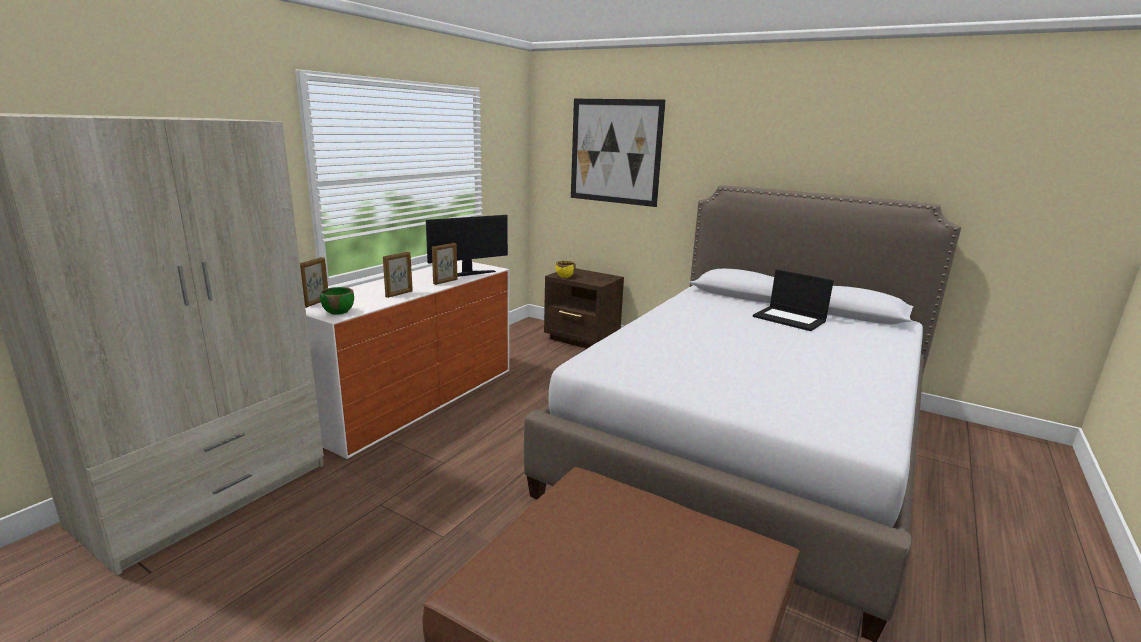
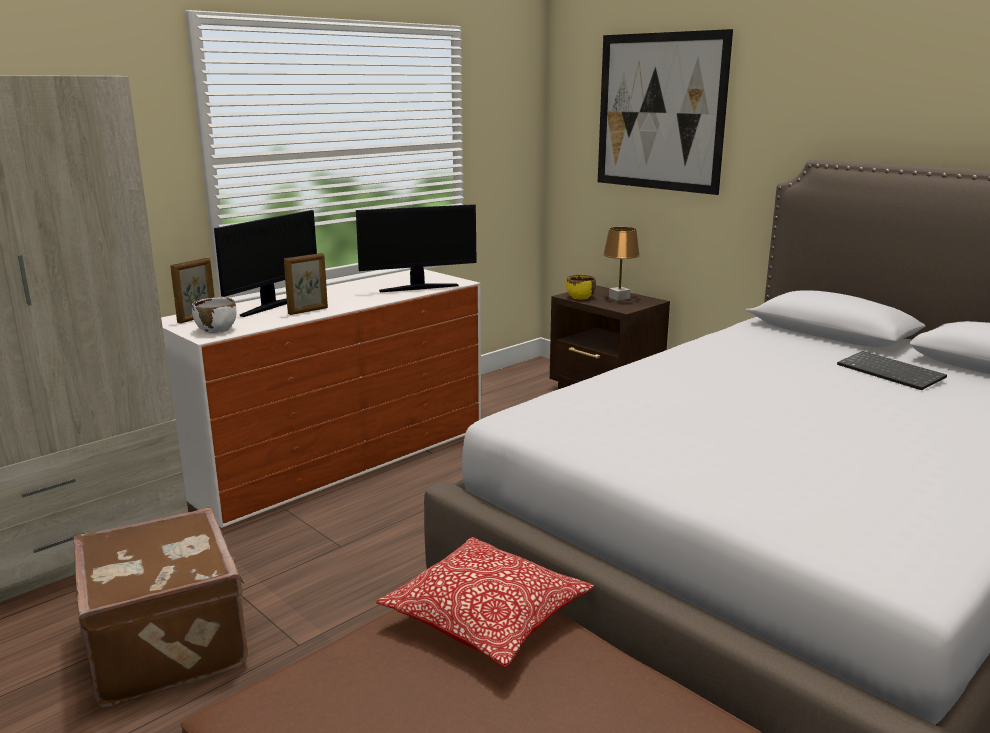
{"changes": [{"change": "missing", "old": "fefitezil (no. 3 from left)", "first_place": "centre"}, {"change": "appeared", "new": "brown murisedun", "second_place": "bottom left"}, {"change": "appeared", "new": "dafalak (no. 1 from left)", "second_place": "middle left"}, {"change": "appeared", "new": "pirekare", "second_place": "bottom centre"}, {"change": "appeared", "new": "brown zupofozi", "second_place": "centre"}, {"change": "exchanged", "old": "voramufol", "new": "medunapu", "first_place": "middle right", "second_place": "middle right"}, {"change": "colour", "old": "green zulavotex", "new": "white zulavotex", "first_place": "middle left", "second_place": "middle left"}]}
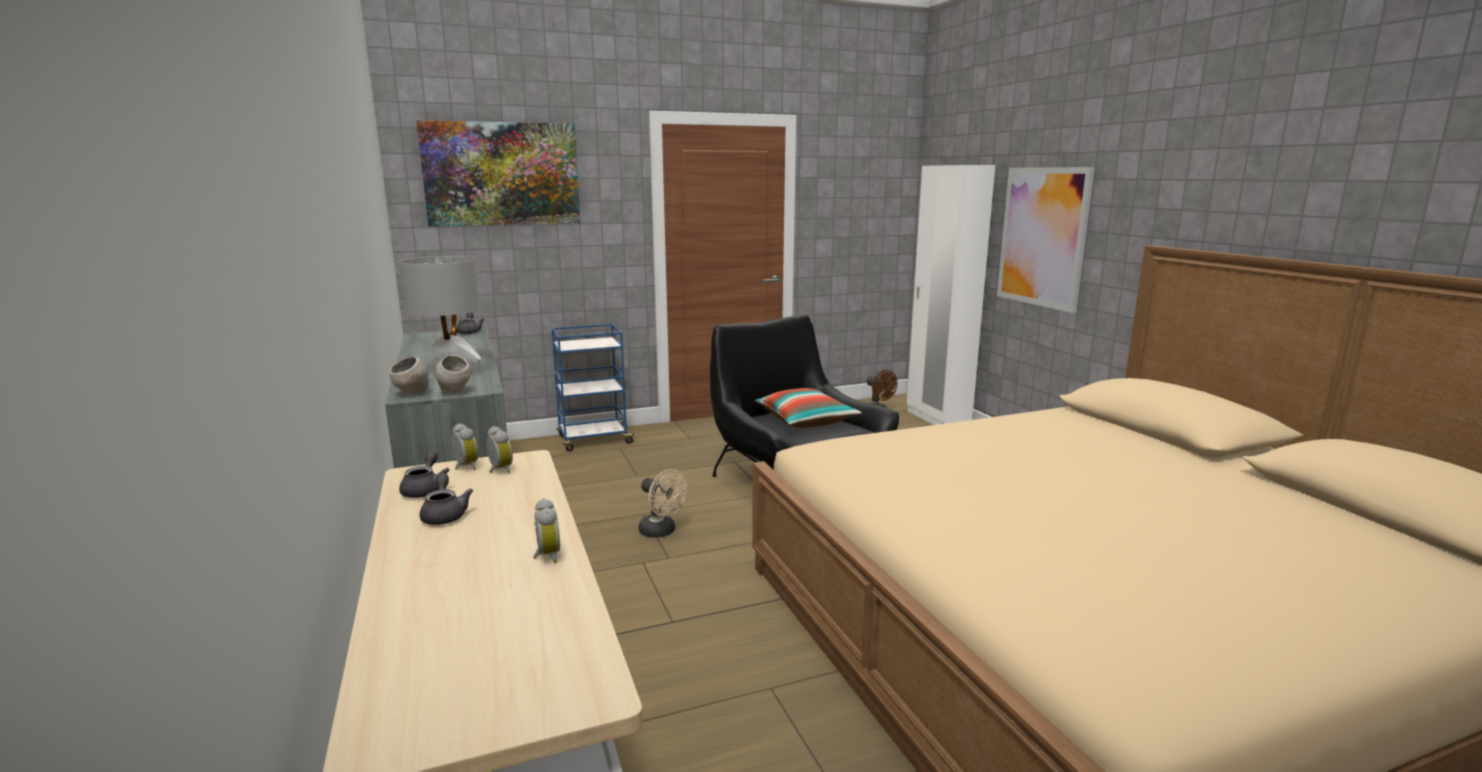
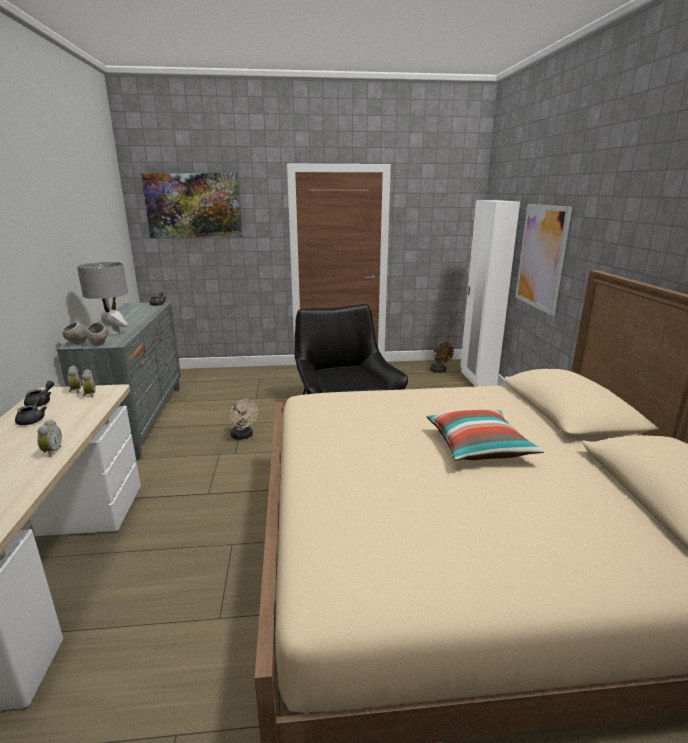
{"changes": [{"change": "missing", "old": "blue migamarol", "first_place": "centre"}, {"change": "relocated", "old": "pirekare", "first_place": "centre", "second_place": "middle right"}]}
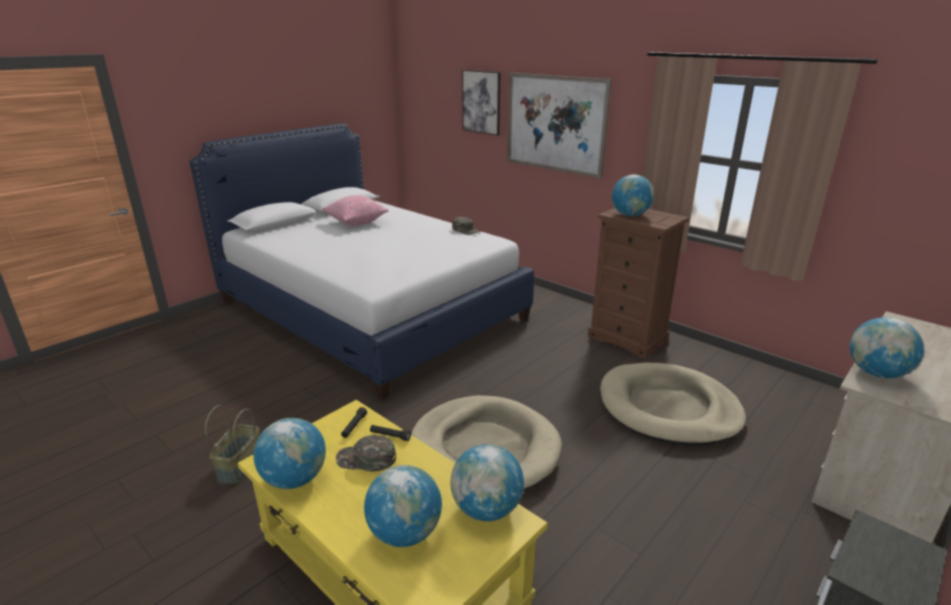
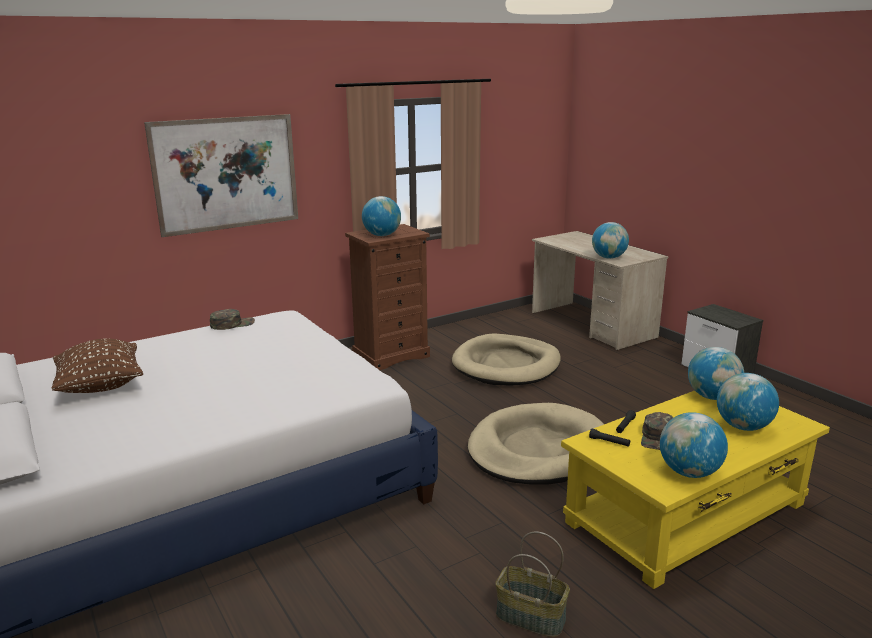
{"changes": [{"change": "missing", "old": "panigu (no. 1 from left)", "first_place": "top centre"}, {"change": "colour", "old": "pink pirekare", "new": "brown pirekare", "first_place": "centre", "second_place": "middle left"}]}
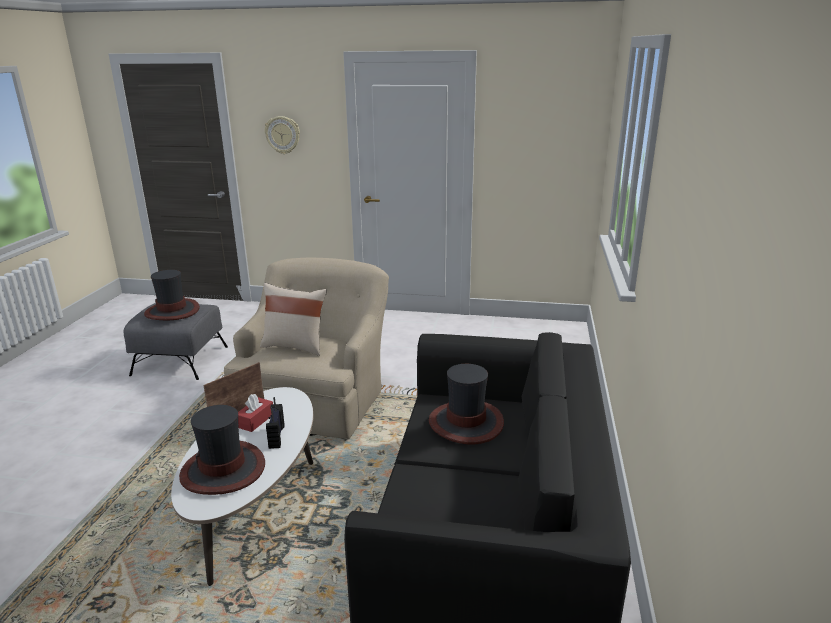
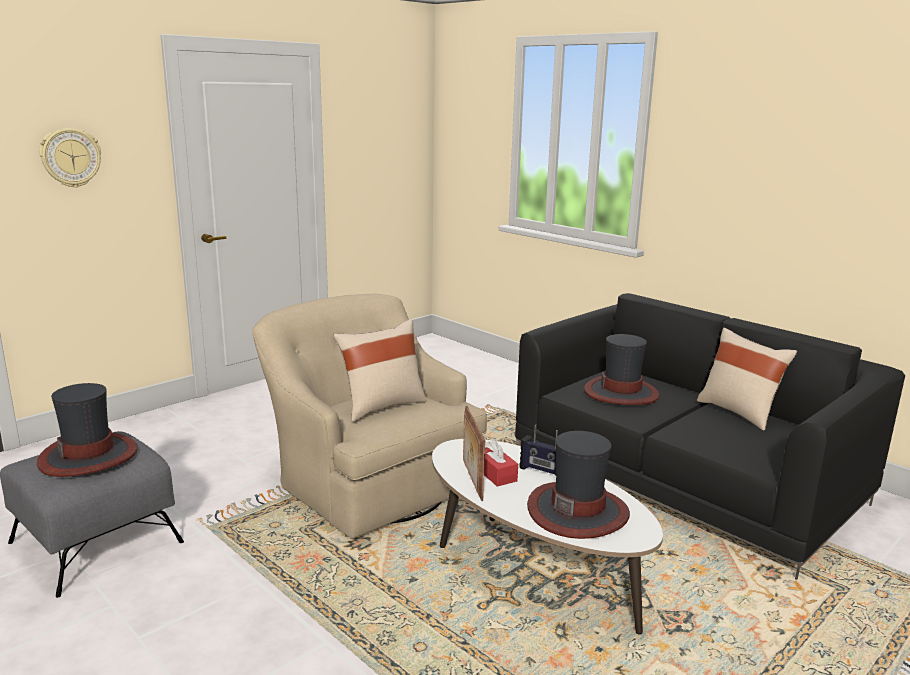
{"changes": [{"change": "appeared", "new": "beige pirekare (no. 2 from left)", "second_place": "middle right"}]}
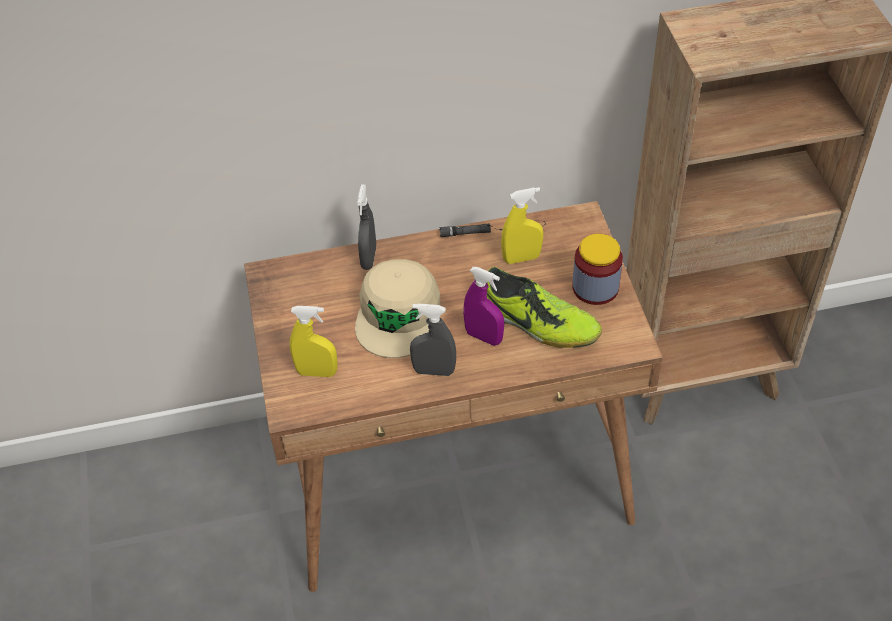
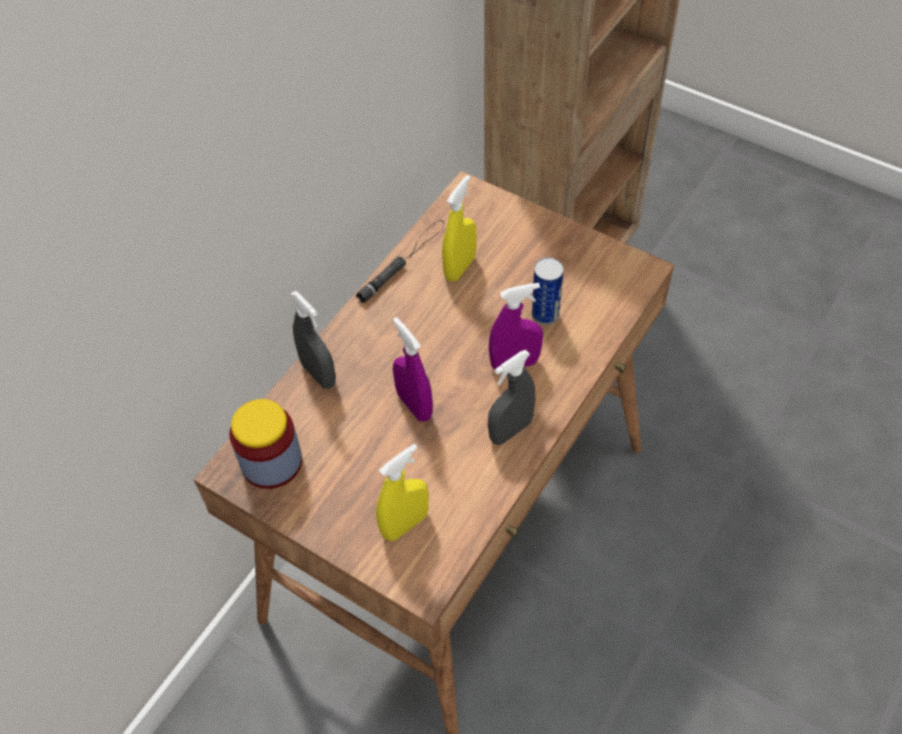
{"changes": [{"change": "relocated", "old": "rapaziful", "first_place": "middle right", "second_place": "middle left"}, {"change": "exchanged", "old": "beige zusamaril", "new": "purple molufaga (no. 1 from left)", "first_place": "centre", "second_place": "centre"}, {"change": "exchanged", "old": "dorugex", "new": "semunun", "first_place": "centre", "second_place": "centre"}]}
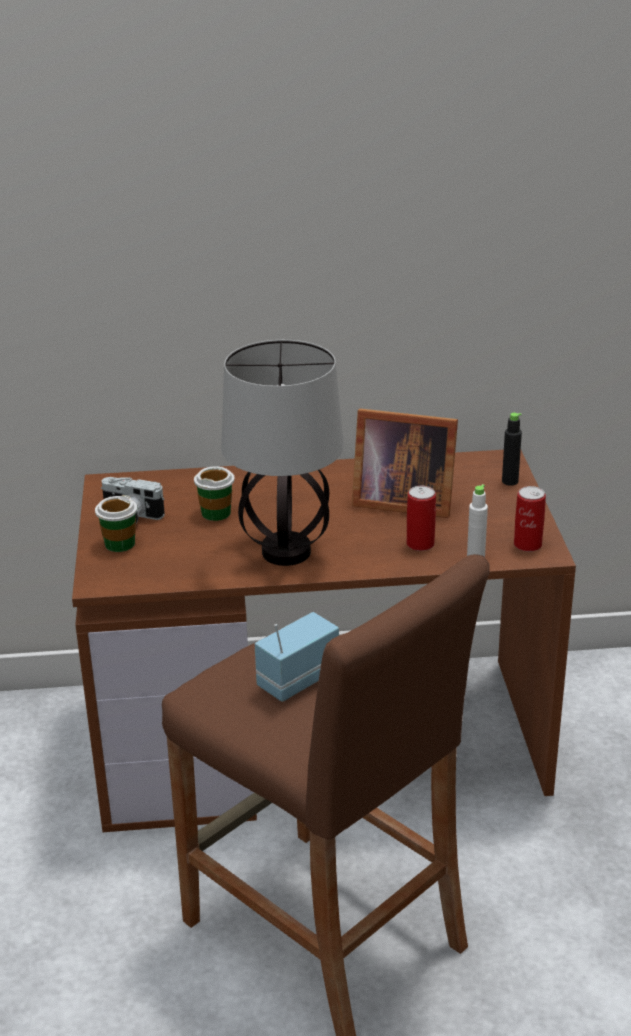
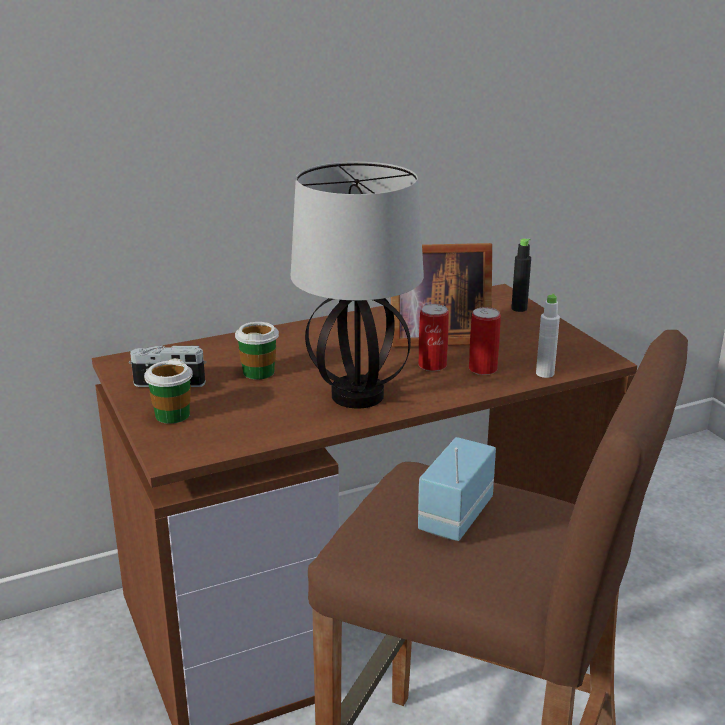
{"changes": [{"change": "relocated", "old": "semunun (no. 2 from left in the first image)", "new": "semunun (no. 1 from left)", "first_place": "middle right", "second_place": "centre"}]}
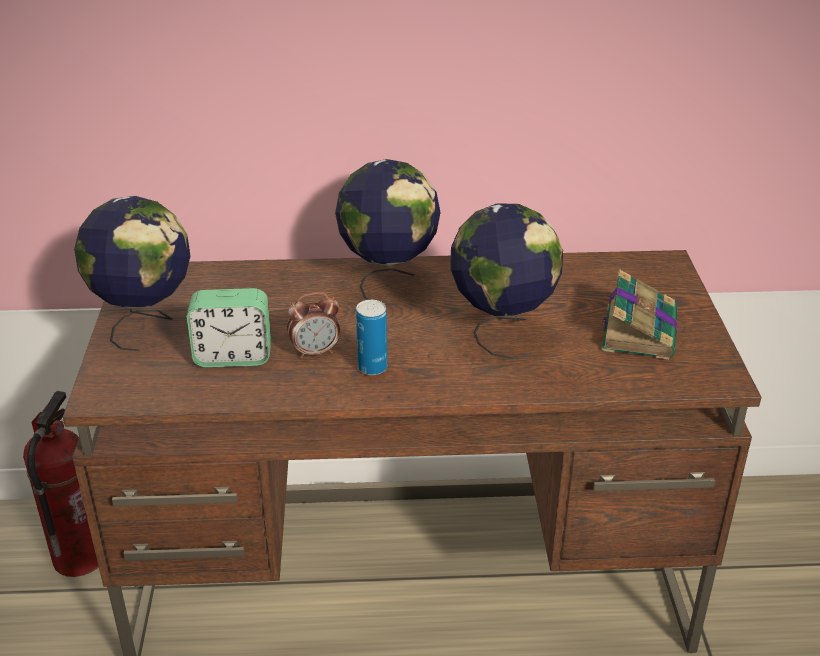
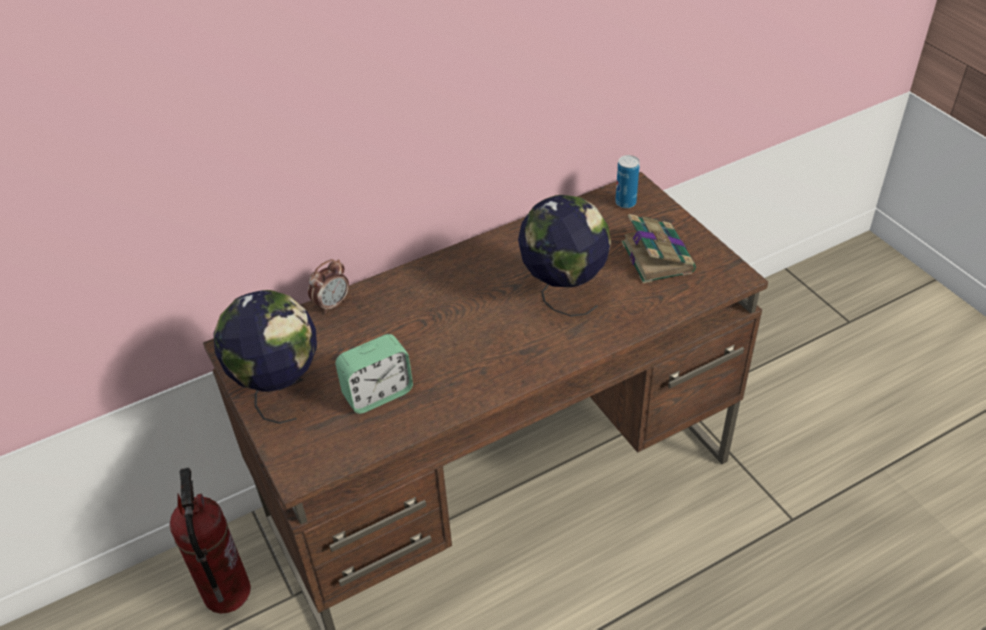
{"changes": [{"change": "missing", "old": "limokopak (no. 2 from left)", "first_place": "centre"}, {"change": "relocated", "old": "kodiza (no. 2 from left in the first image)", "new": "kodiza (no. 1 from left)", "first_place": "centre", "second_place": "middle left"}, {"change": "relocated", "old": "semunun", "first_place": "centre", "second_place": "top centre"}]}
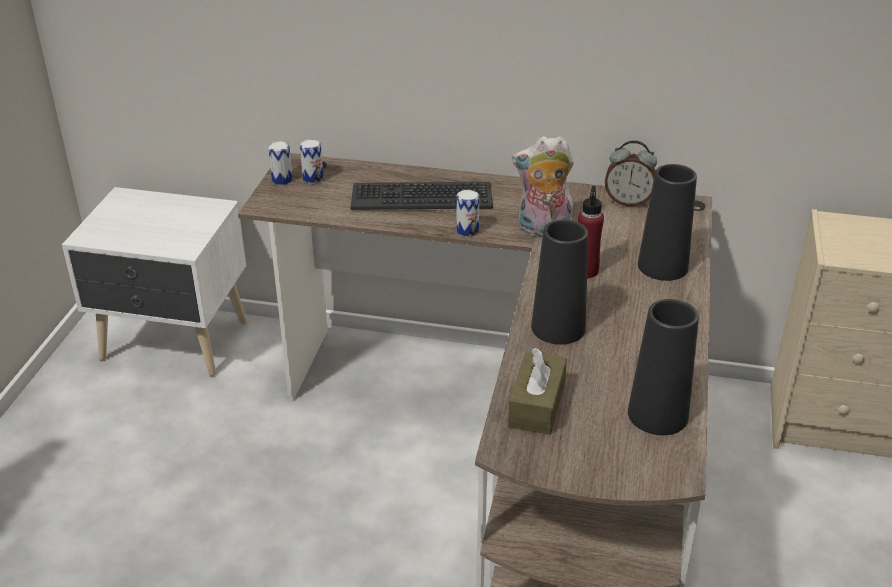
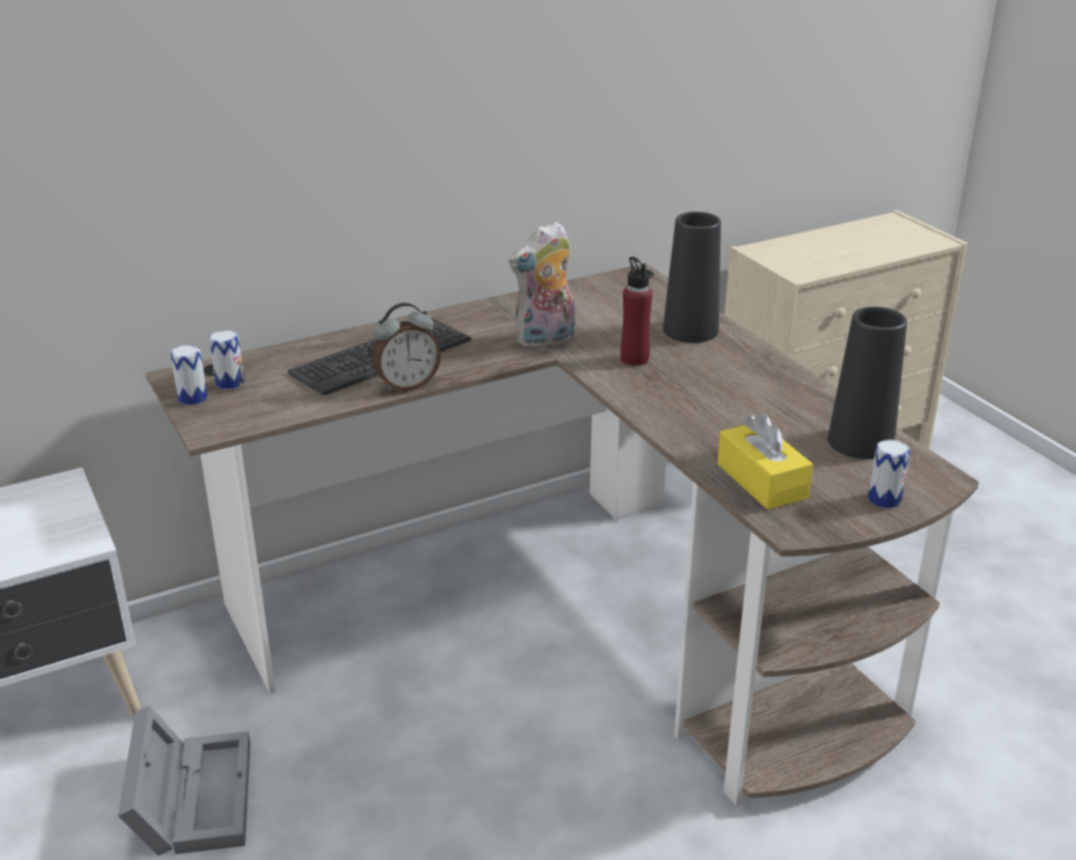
{"changes": [{"change": "missing", "old": "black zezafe (no. 1 from left)", "first_place": "centre"}, {"change": "appeared", "new": "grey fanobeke", "second_place": "bottom left"}, {"change": "relocated", "old": "semunun (no. 3 from left)", "first_place": "centre", "second_place": "middle right"}, {"change": "relocated", "old": "kodiza", "first_place": "top right", "second_place": "centre"}, {"change": "colour", "old": "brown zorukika", "new": "yellow zorukika", "first_place": "centre", "second_place": "middle right"}]}
